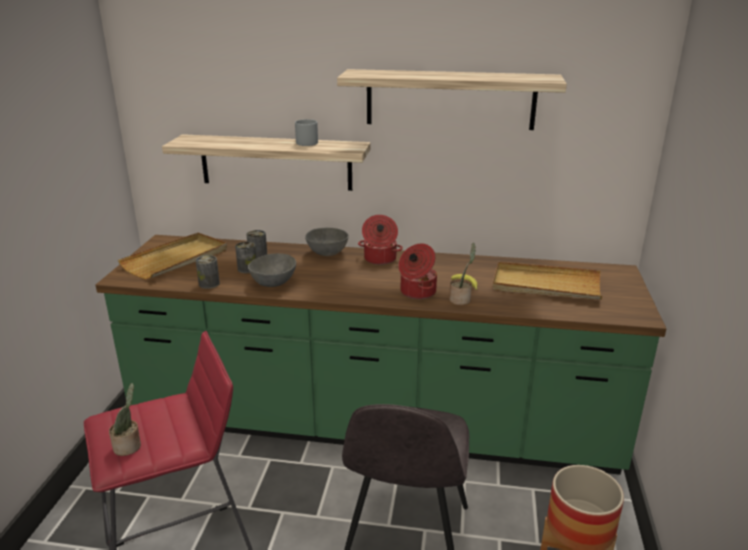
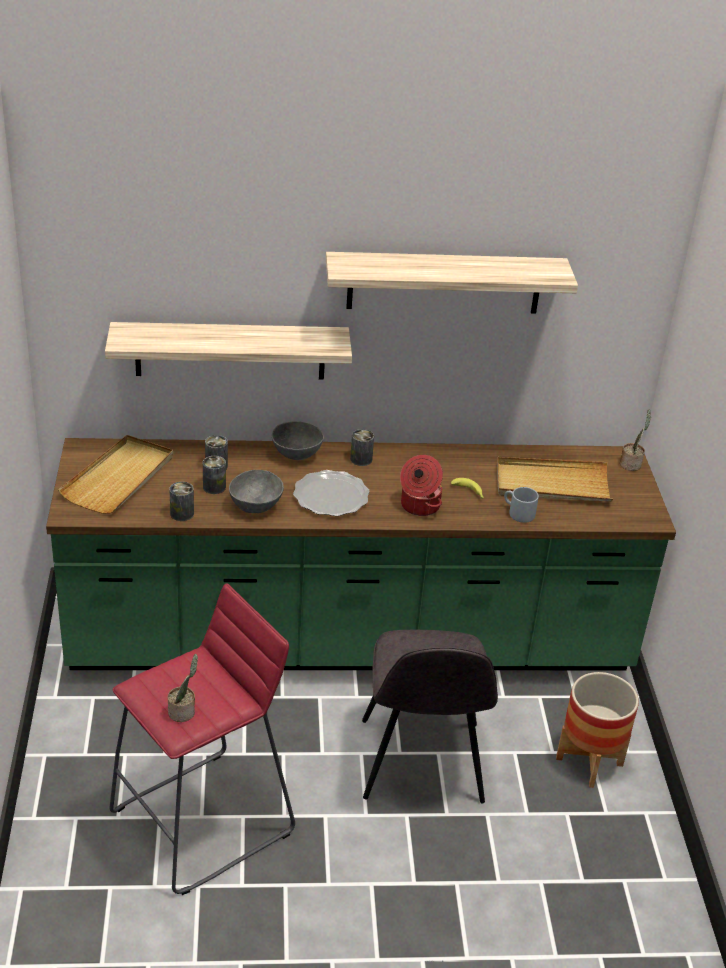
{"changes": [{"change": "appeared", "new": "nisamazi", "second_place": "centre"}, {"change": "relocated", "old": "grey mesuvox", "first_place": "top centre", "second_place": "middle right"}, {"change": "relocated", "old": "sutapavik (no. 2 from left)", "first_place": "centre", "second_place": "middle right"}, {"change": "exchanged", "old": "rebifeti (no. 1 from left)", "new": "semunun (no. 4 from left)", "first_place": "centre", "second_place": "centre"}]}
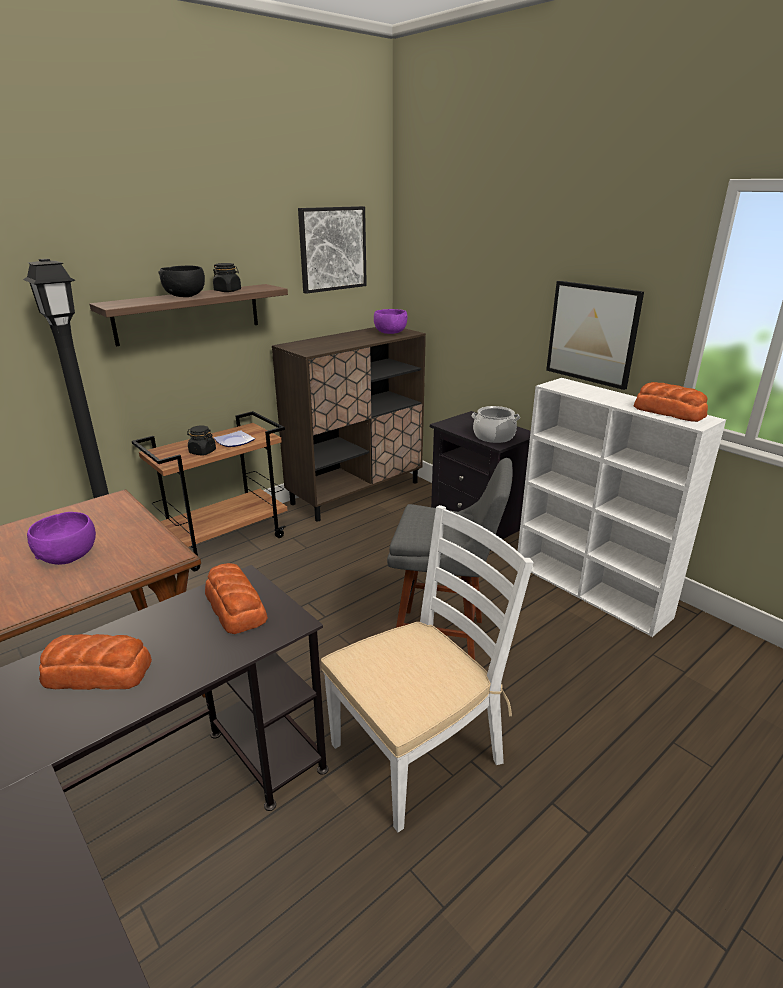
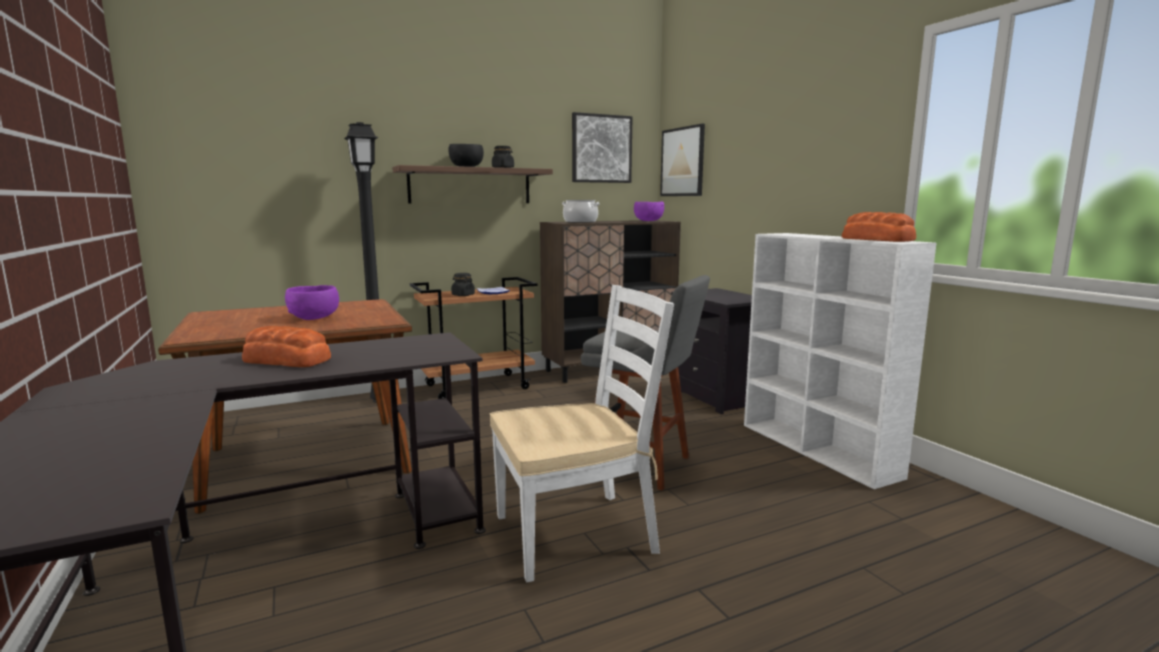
{"changes": [{"change": "missing", "old": "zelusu (no. 2 from left)", "first_place": "middle left"}, {"change": "relocated", "old": "rebifeti", "first_place": "centre", "second_place": "top centre"}, {"change": "relocated", "old": "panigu (no. 2 from left)", "first_place": "middle right", "second_place": "top centre"}]}
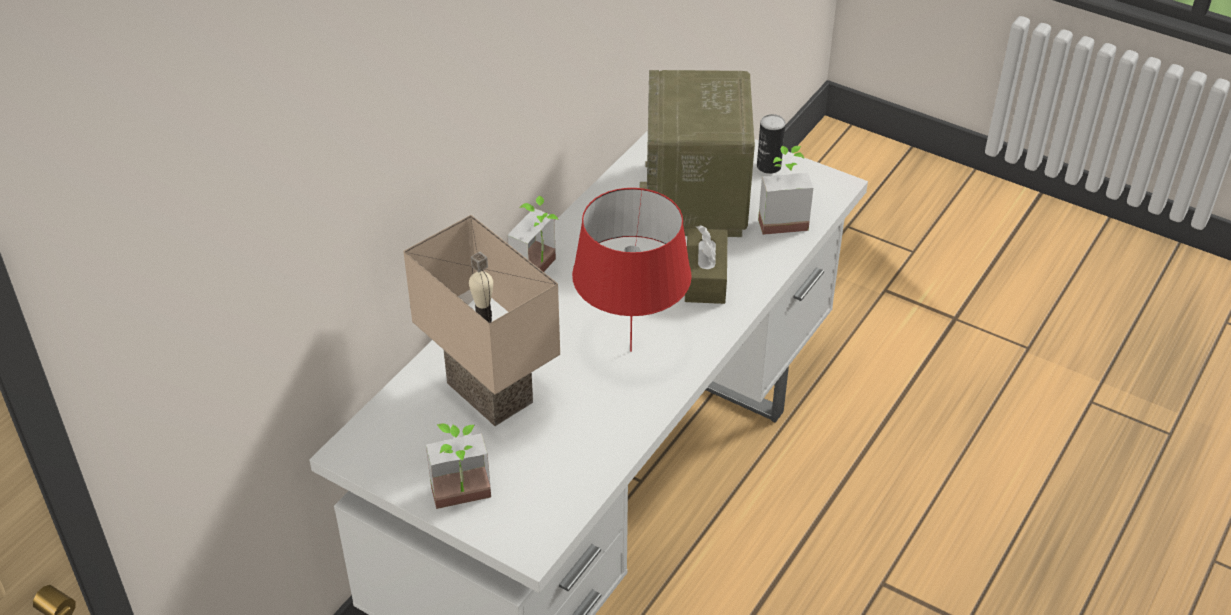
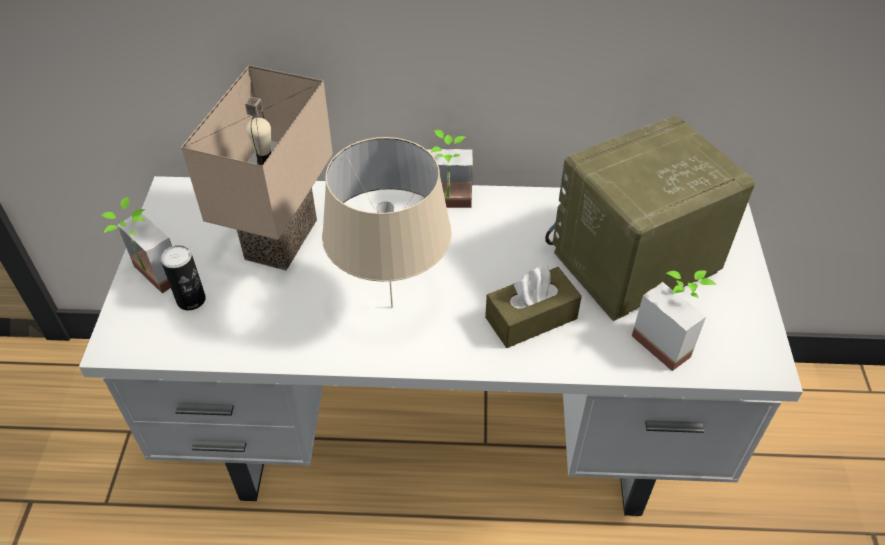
{"changes": [{"change": "relocated", "old": "semunun", "first_place": "top centre", "second_place": "middle left"}, {"change": "colour", "old": "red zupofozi", "new": "beige zupofozi (no. 2 from left)", "first_place": "centre", "second_place": "centre"}]}
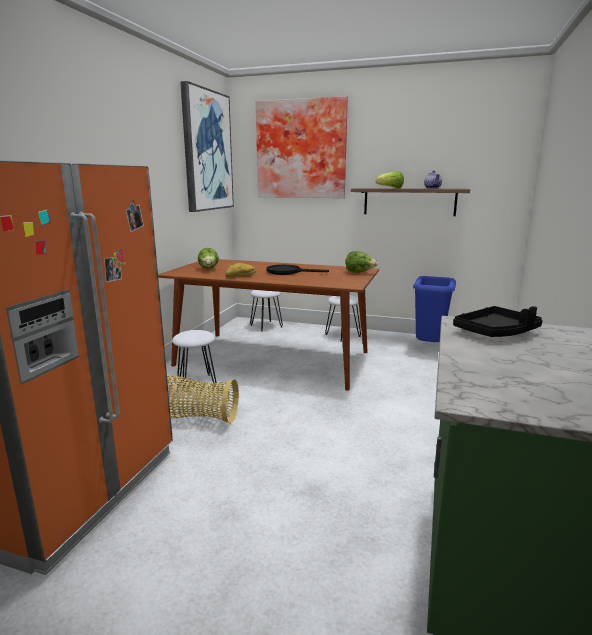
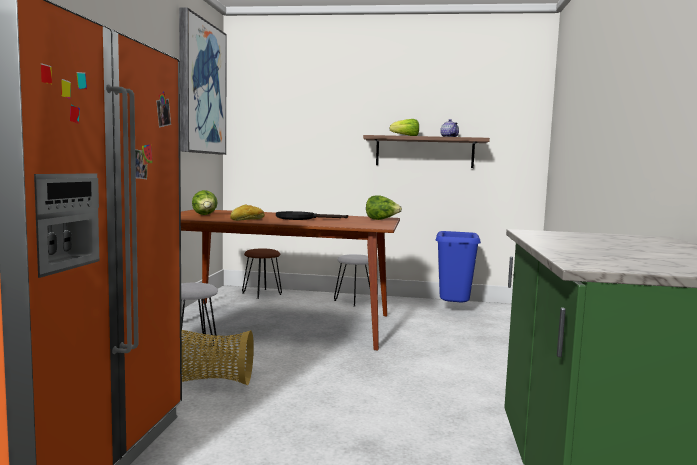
{"changes": [{"change": "missing", "old": "panigu (no. 2 from left)", "first_place": "top centre"}, {"change": "missing", "old": "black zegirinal", "first_place": "middle right"}, {"change": "colour", "old": "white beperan (no. 2 from left)", "new": "brown beperan", "first_place": "centre", "second_place": "centre"}]}
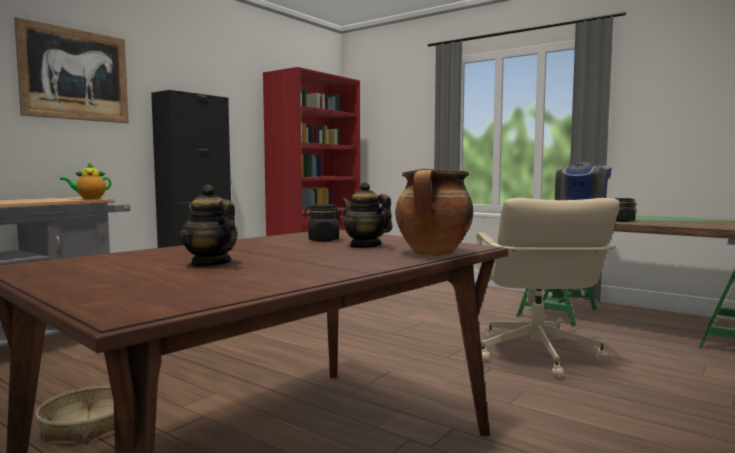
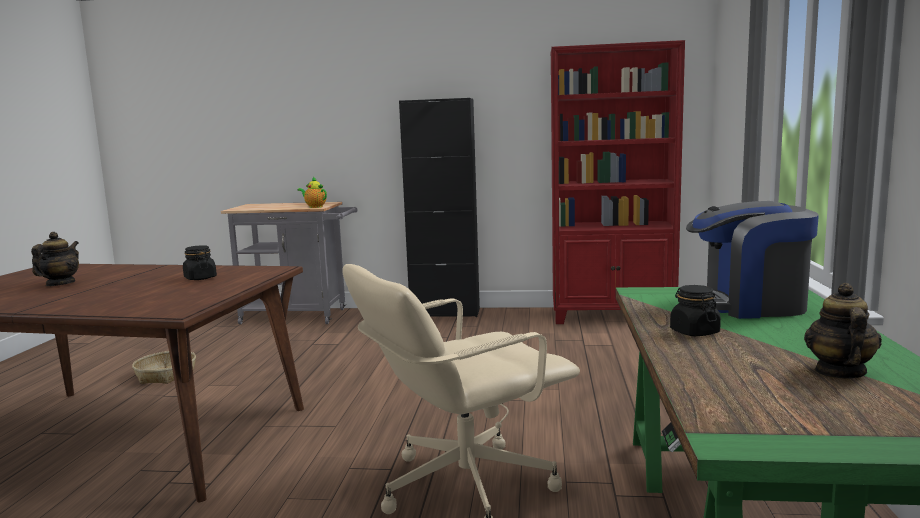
{"changes": [{"change": "missing", "old": "panigu", "first_place": "top left"}, {"change": "missing", "old": "rebifeti", "first_place": "centre"}, {"change": "relocated", "old": "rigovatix (no. 3 from left)", "first_place": "centre", "second_place": "middle right"}]}
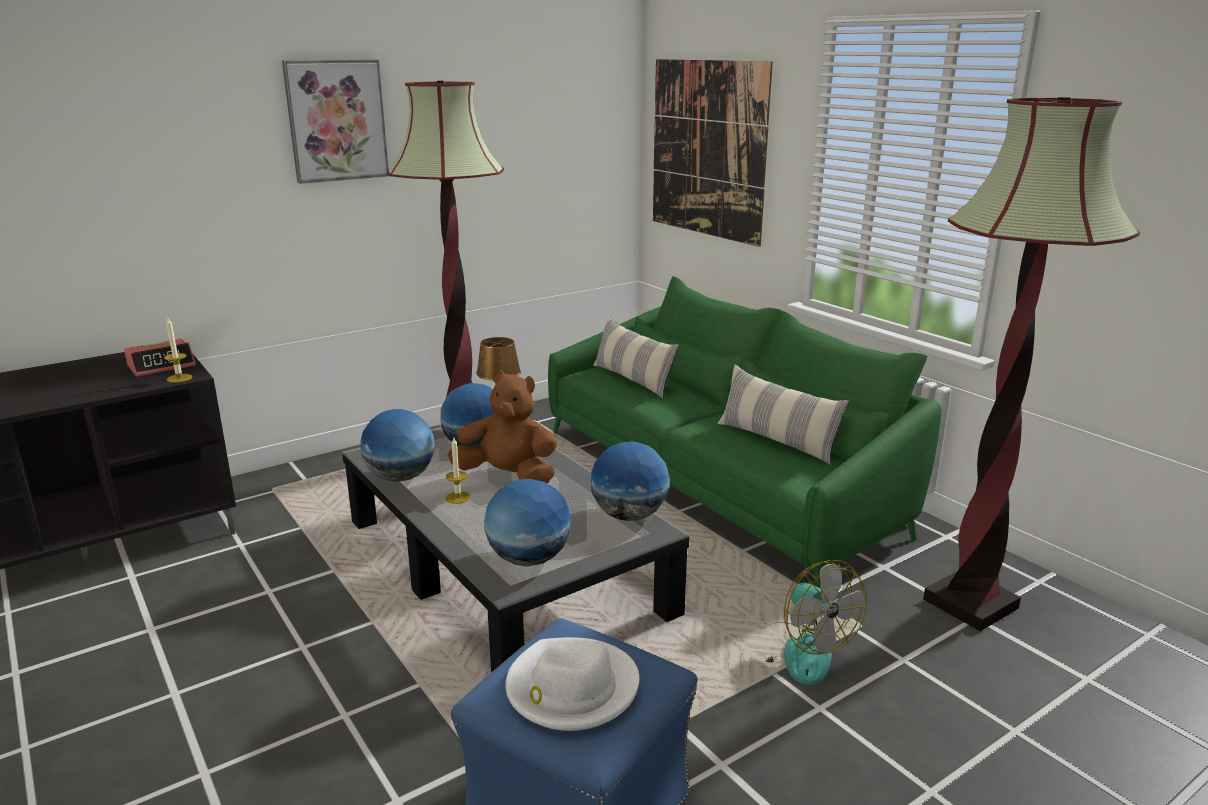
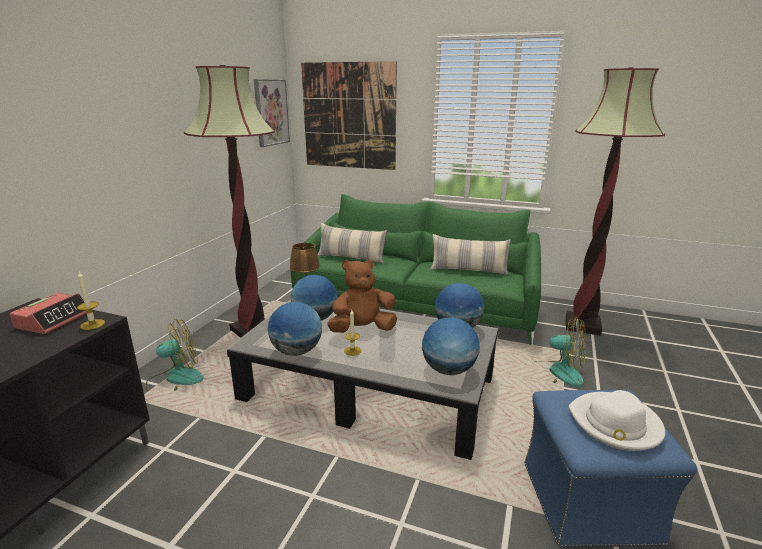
{"changes": [{"change": "appeared", "new": "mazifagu (no. 1 from left)", "second_place": "middle left"}, {"change": "relocated", "old": "panigu (no. 1 from left)", "first_place": "top left", "second_place": "top centre"}]}
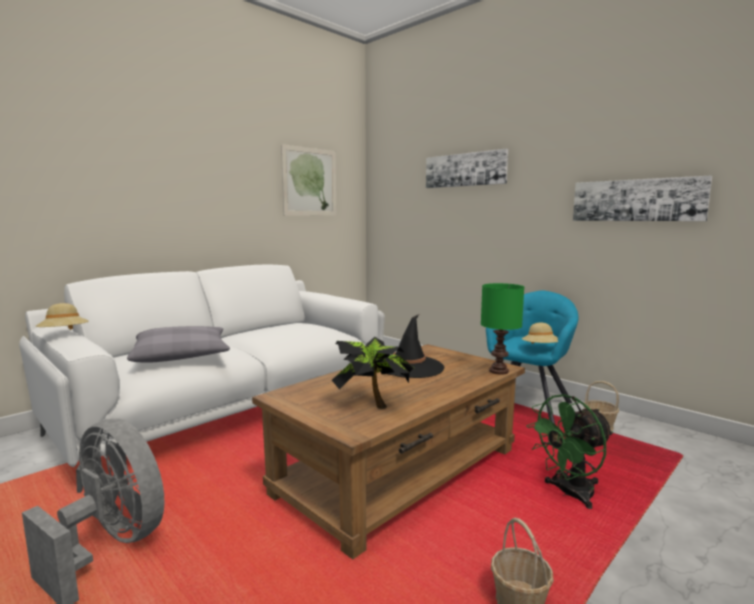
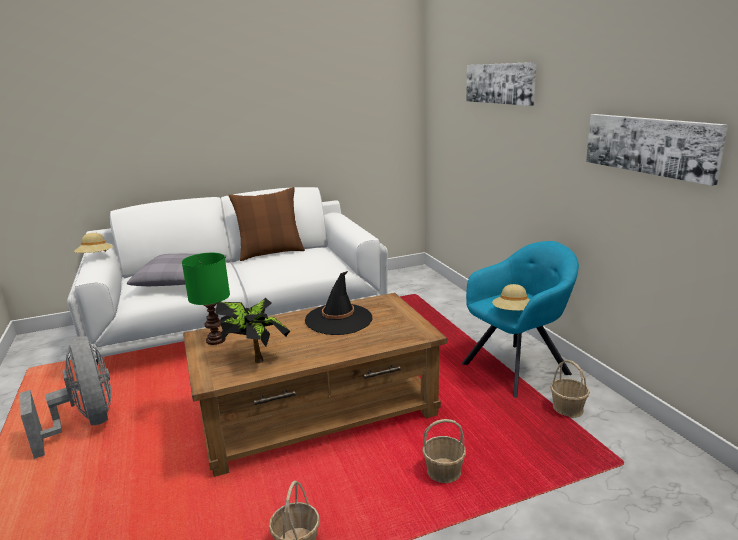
{"changes": [{"change": "missing", "old": "panigu (no. 1 from left)", "first_place": "top centre"}, {"change": "appeared", "new": "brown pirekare", "second_place": "centre"}, {"change": "relocated", "old": "green zupofozi", "first_place": "centre", "second_place": "middle left"}, {"change": "exchanged", "old": "green mazifagu", "new": "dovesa (no. 2 from left)", "first_place": "bottom right", "second_place": "bottom centre"}]}
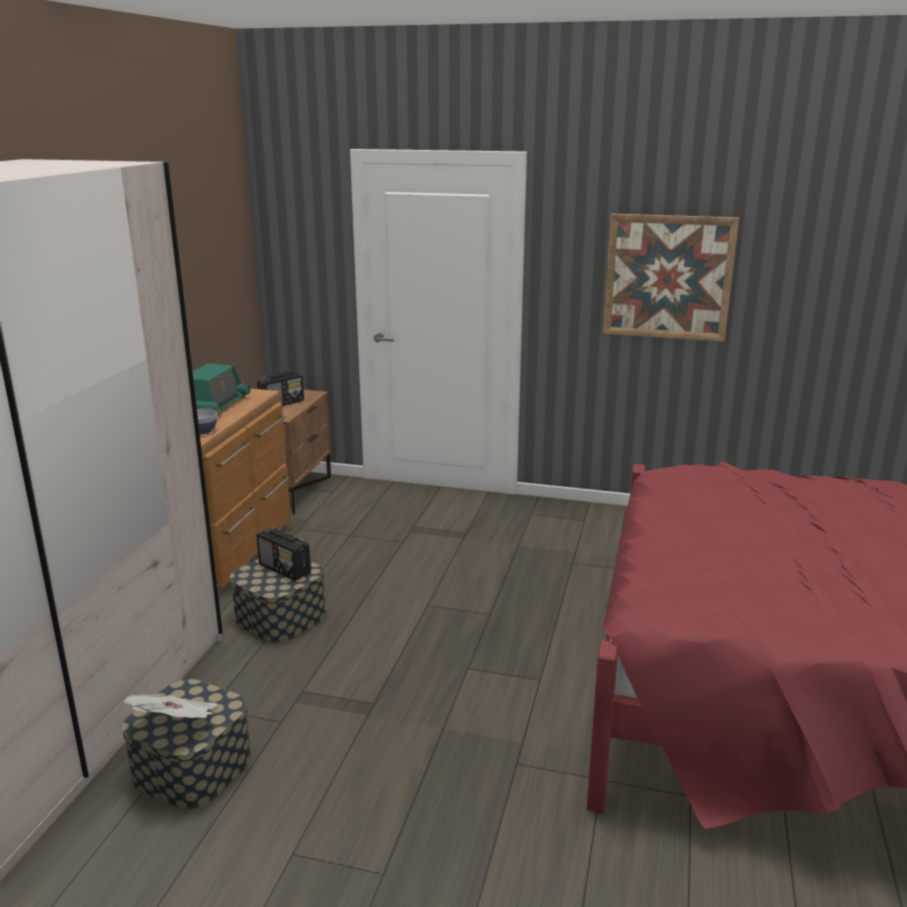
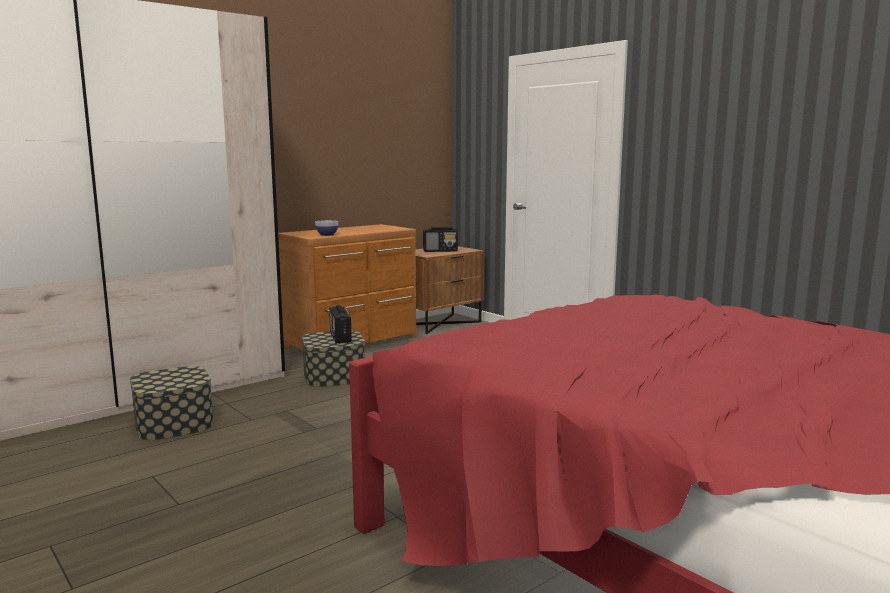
{"changes": [{"change": "missing", "old": "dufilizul", "first_place": "bottom left"}, {"change": "missing", "old": "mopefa (no. 1 from left)", "first_place": "middle left"}, {"change": "missing", "old": "panigu", "first_place": "top right"}]}
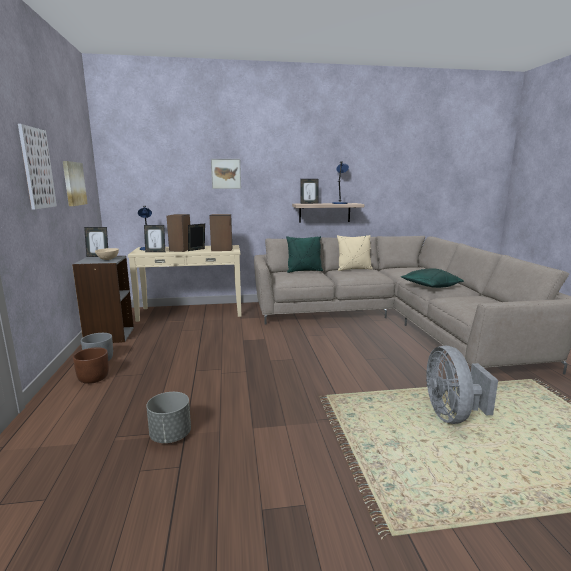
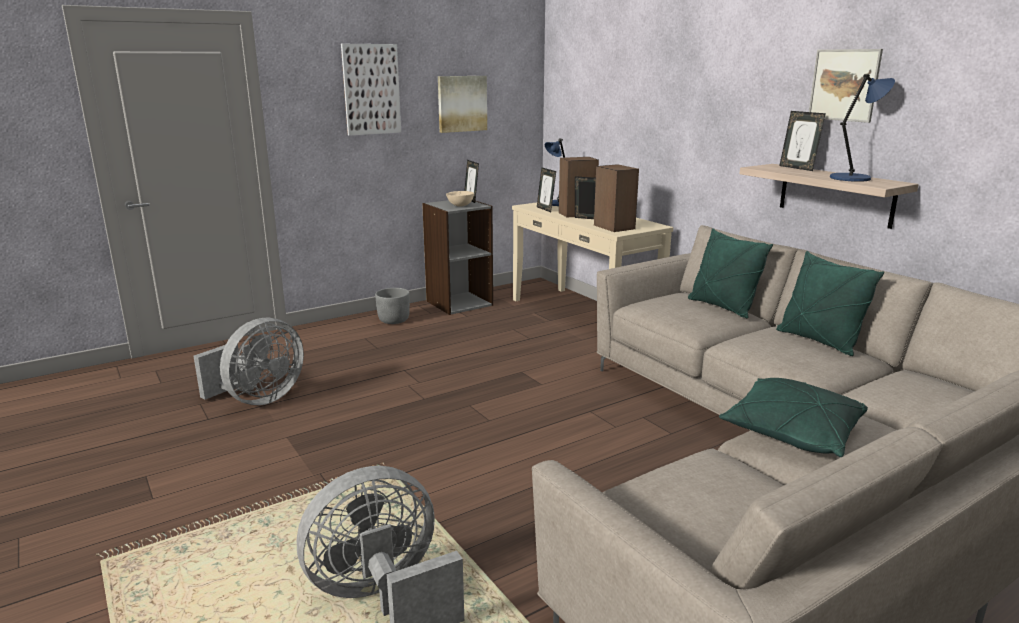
{"changes": [{"change": "missing", "old": "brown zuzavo", "first_place": "middle left"}, {"change": "relocated", "old": "panigu (no. 3 from left)", "first_place": "top centre", "second_place": "top right"}, {"change": "exchanged", "old": "grey zuzavo (no. 2 from left)", "new": "grey mazifagu (no. 1 from left)", "first_place": "bottom left", "second_place": "middle left"}, {"change": "colour", "old": "beige pirekare", "new": "green pirekare (no. 3 from left)", "first_place": "centre", "second_place": "middle right"}]}
